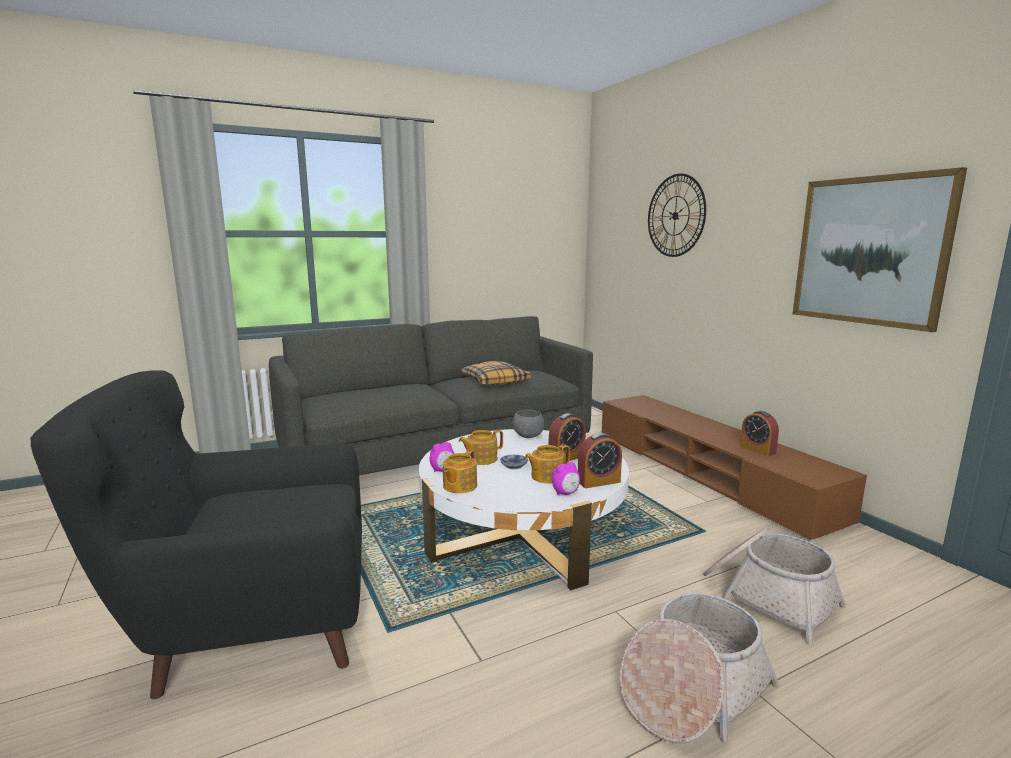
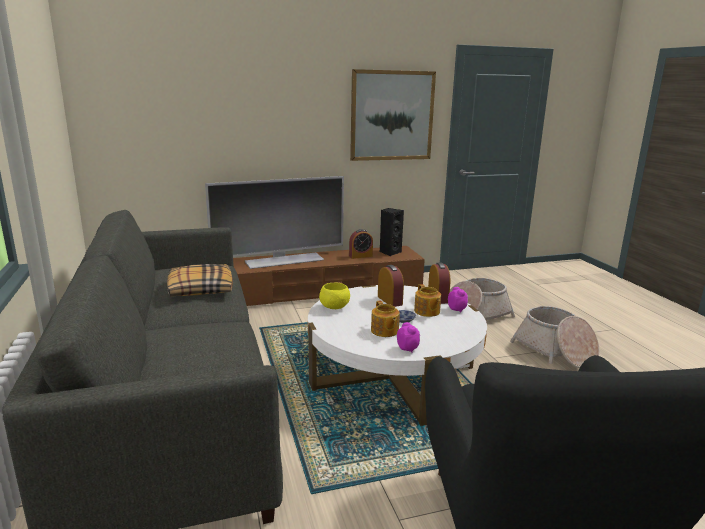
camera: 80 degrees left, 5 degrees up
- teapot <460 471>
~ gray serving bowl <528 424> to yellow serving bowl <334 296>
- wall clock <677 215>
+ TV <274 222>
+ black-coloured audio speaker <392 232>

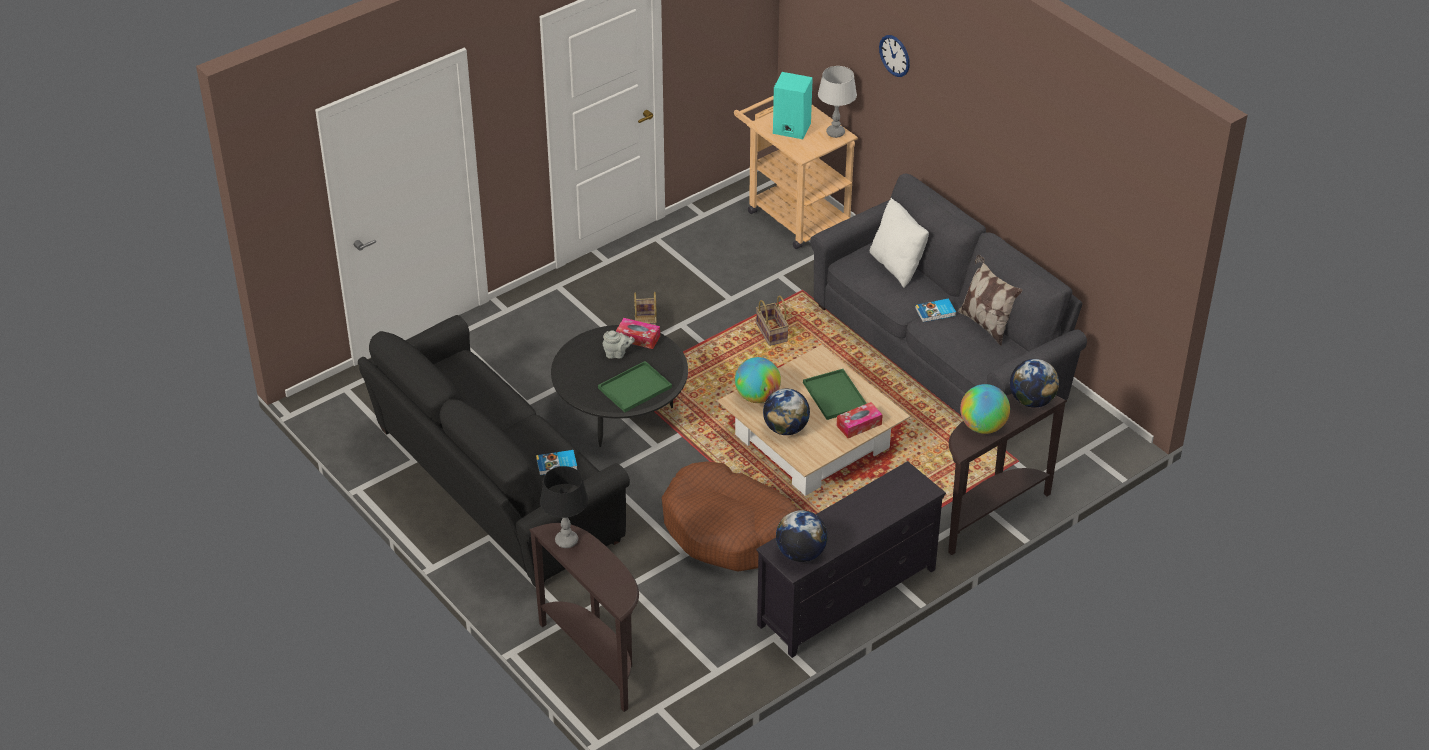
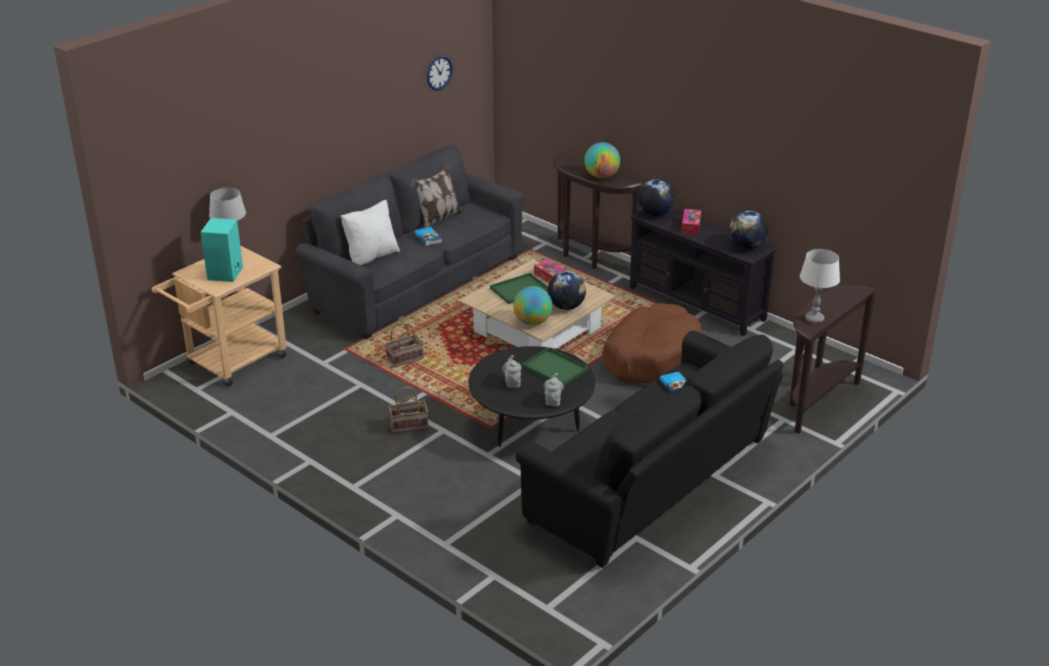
camera: 100 degrees left, 10 degrees down
~ black-coloured tabletop lamp <564 507> to white tabletop lamp <820 286>
~ tissue box <638 333> to <691 222>
~ wall clock <894 56> to <440 73>
~ desk globe <1034 383> to <656 198>
+ gray teapot <554 390>

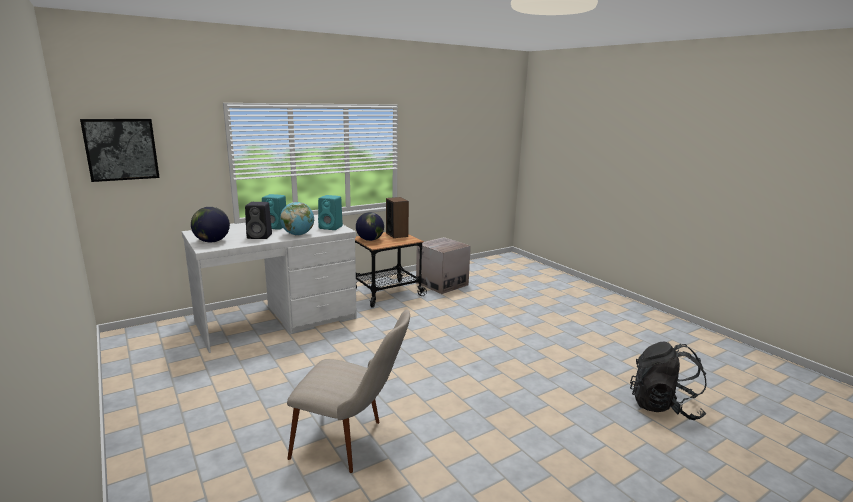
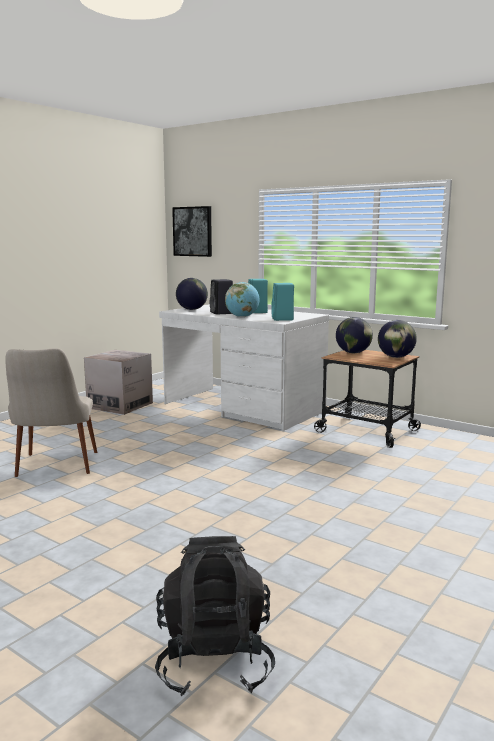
camera: 70 degrees right, 5 degrees down
~ audio speaker <397 217> to desk globe <397 339>
~ carton <443 265> to <118 382>

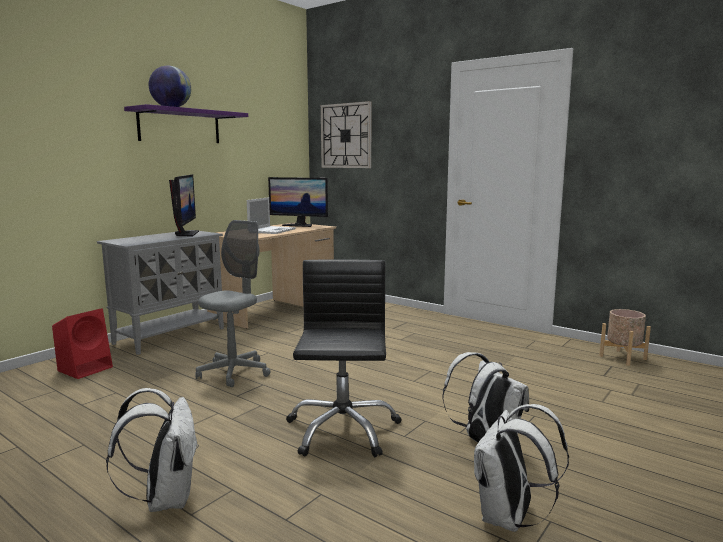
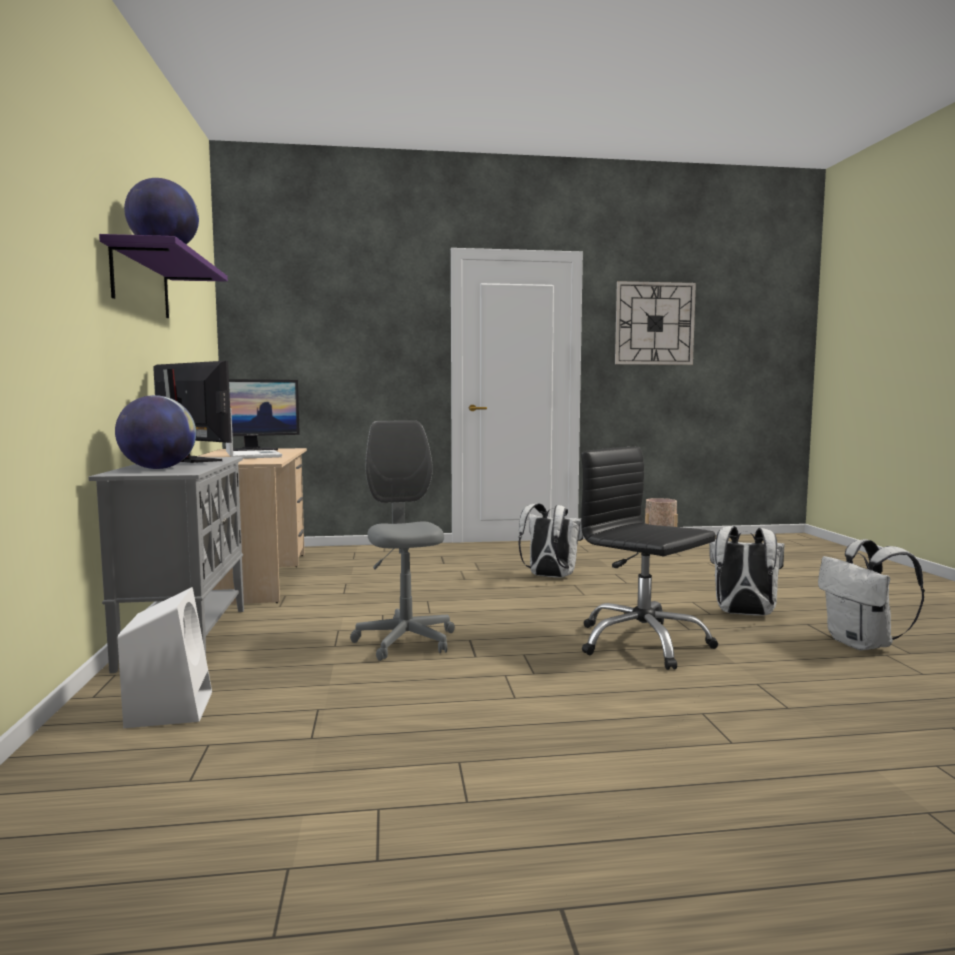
camera: 45 degrees left, 5 degrees down
~ red audio speaker <82 343> to white audio speaker <165 657>
~ white rucksack <152 450> to <551 540>
~ wall clock <346 134> to <655 323>
+ desk globe <155 432>

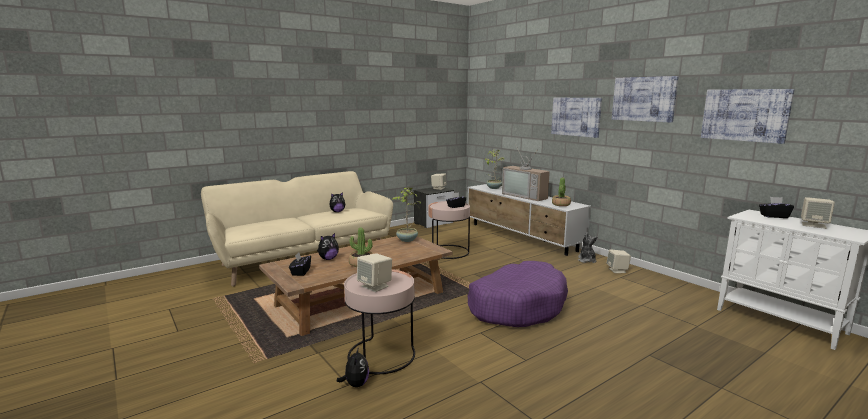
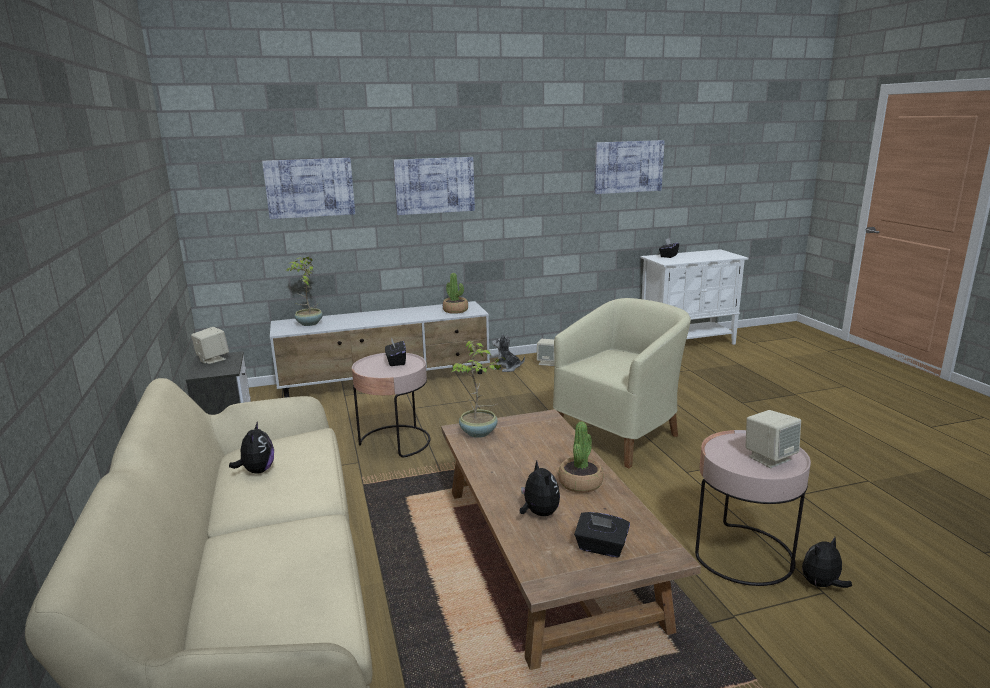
camera: 70 degrees left, 5 degrees up
~ plush toy <353 368> = <827 562> 45 degrees counterclockwise
~ purplish dog cushion <518 294> to beige-coloured armchair <622 383>
- TV <526 172>
~ picture <645 99> to <308 188>
- beige-coloured audio speaker <818 213>

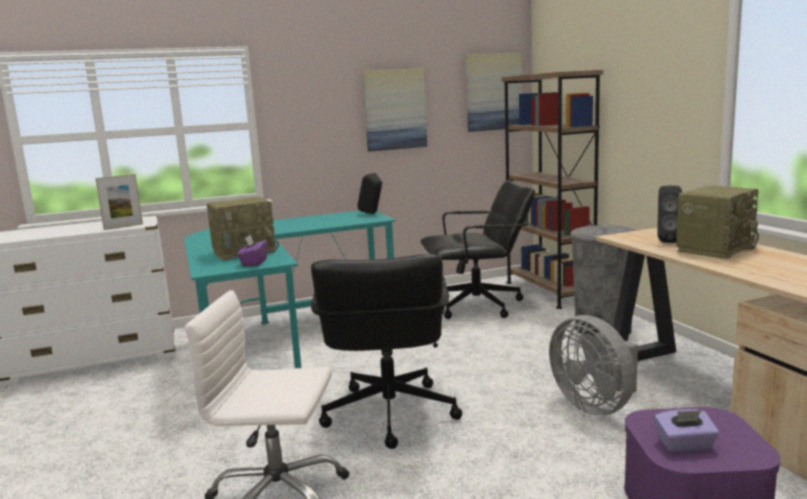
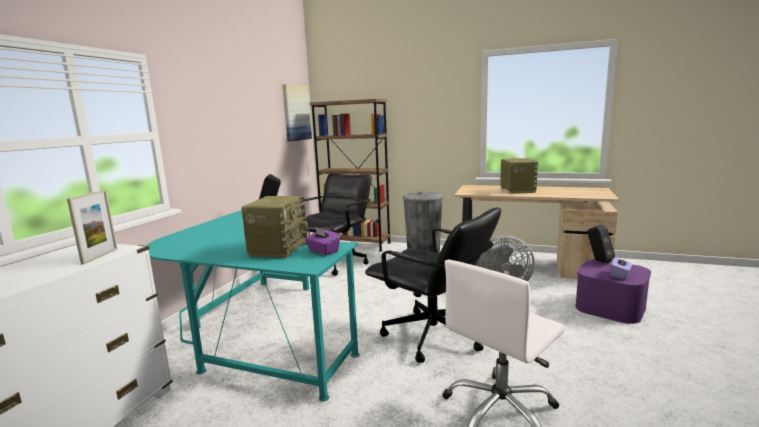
camera: 50 degrees left, 0 degrees up
- picture <395 110>
~ black-coloured audio speaker <669 214> to <601 244>

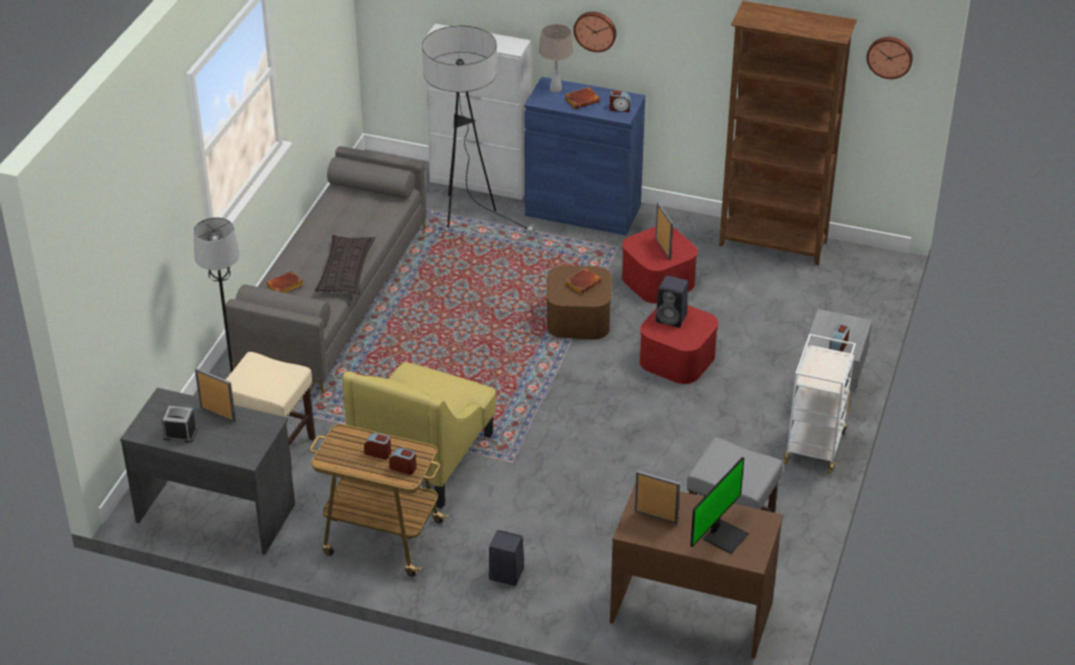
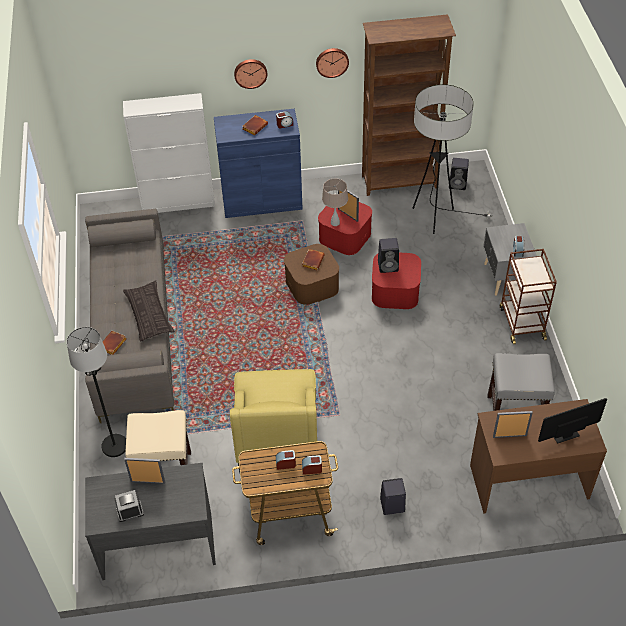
camera: 25 degrees left, 10 degrees up
~ floor lamp <479 130> to <452 159>
~ beige-coloured tabletop lamp <556 58> to <335 202>
~ computer screen <719 505> = <572 421> 120 degrees counterclockwise
~ white wheeled cart <819 404> to brownish wheeled cart <528 296>
~ wall clock <889 58> to <332 63>
+ black-coloured audio speaker <459 174>

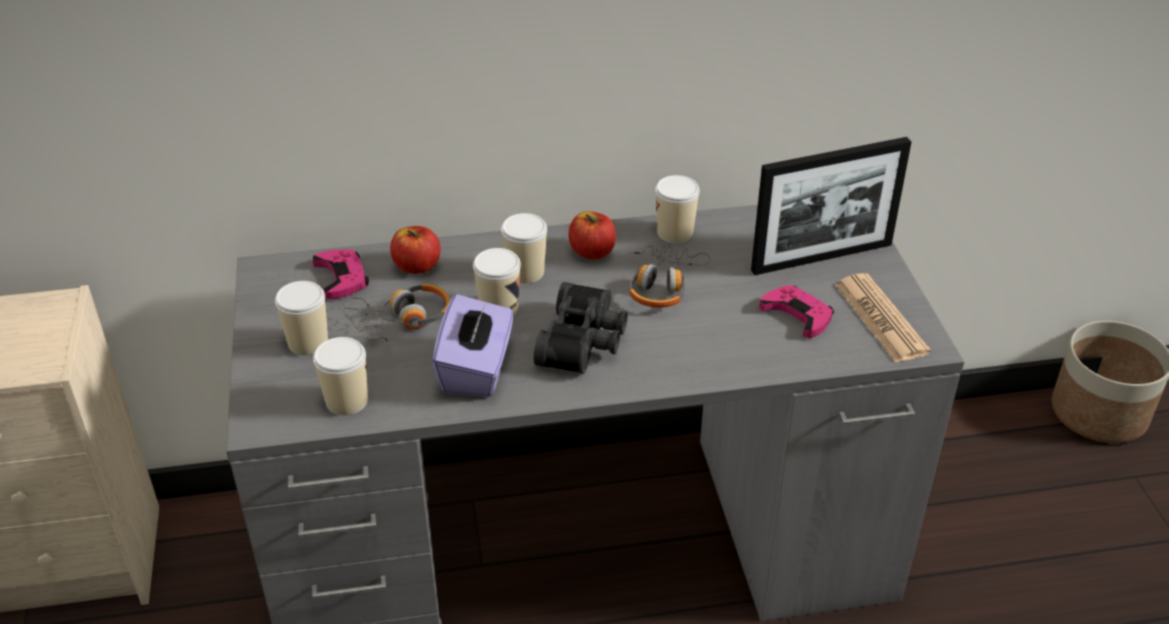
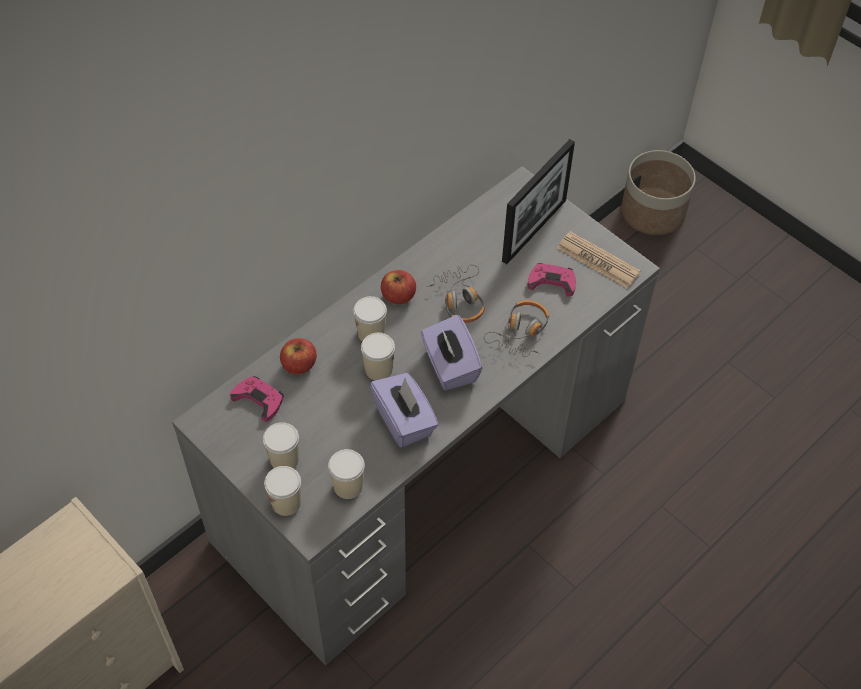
camera: 35 degrees left, 15 degrees up
~ pair of headphones <396 314> to <516 328>
~ black-coloured binoculars <581 328> to purplish tissue box <451 352>
~ cup <677 209> to <282 491>

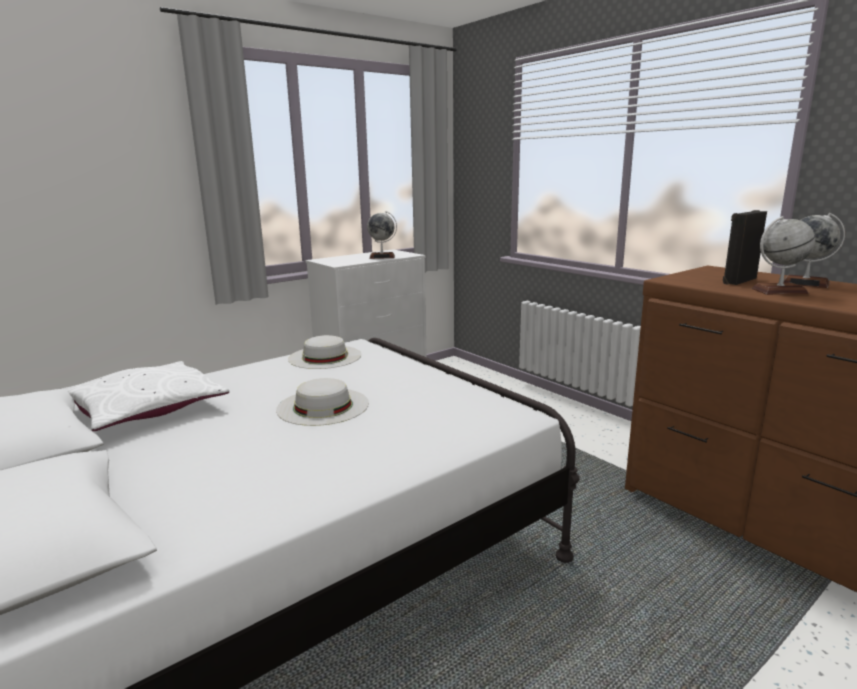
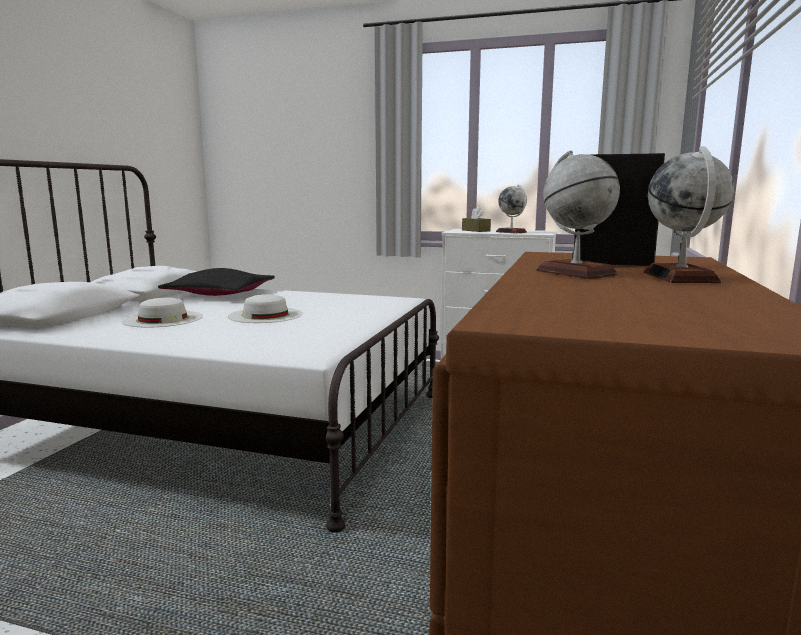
camera: 55 degrees right, 5 degrees down
~ white pillow <145 396> to black-coloured pillow <216 282>
~ white clothing hat <324 352> to <162 313>
+ brownish tissue box <476 219>

